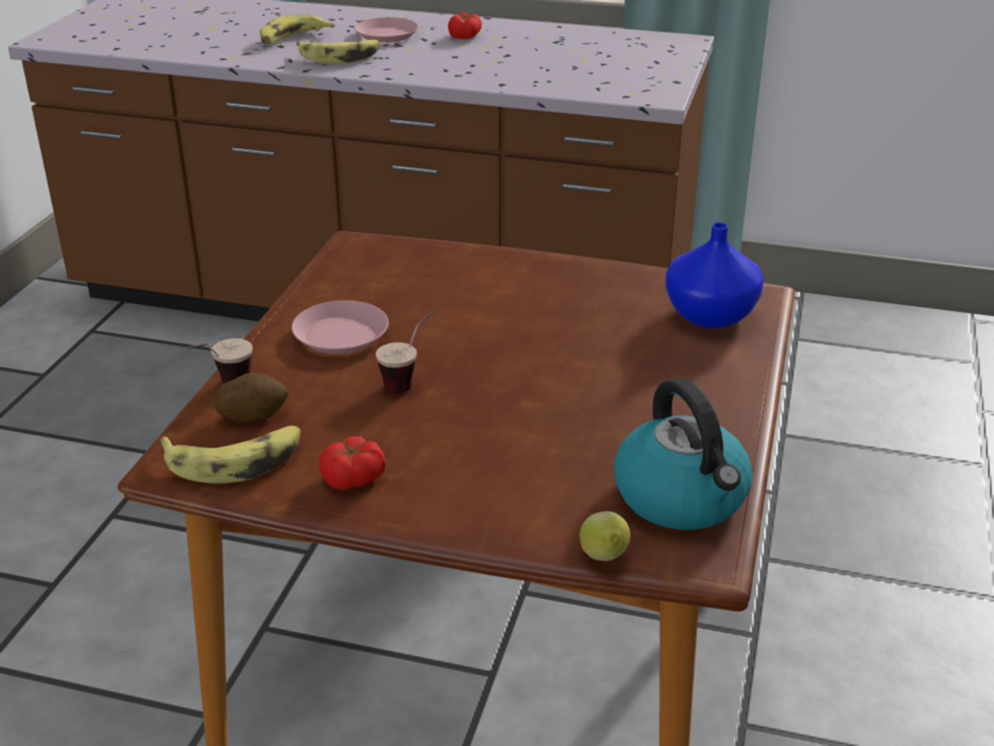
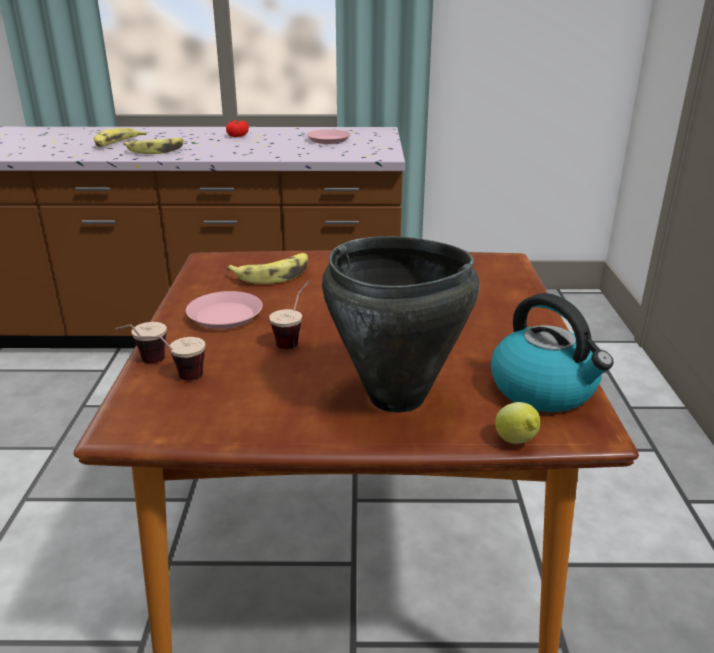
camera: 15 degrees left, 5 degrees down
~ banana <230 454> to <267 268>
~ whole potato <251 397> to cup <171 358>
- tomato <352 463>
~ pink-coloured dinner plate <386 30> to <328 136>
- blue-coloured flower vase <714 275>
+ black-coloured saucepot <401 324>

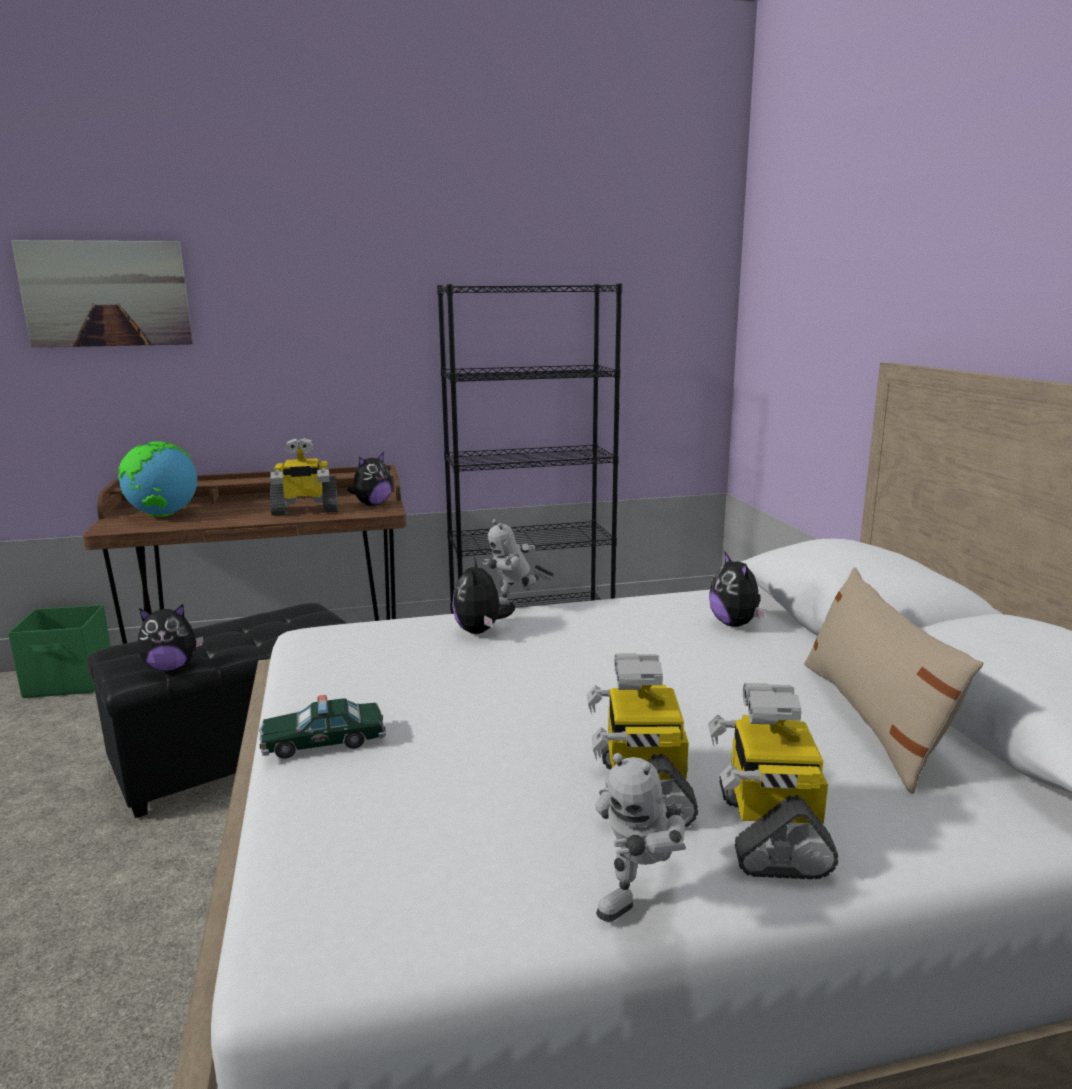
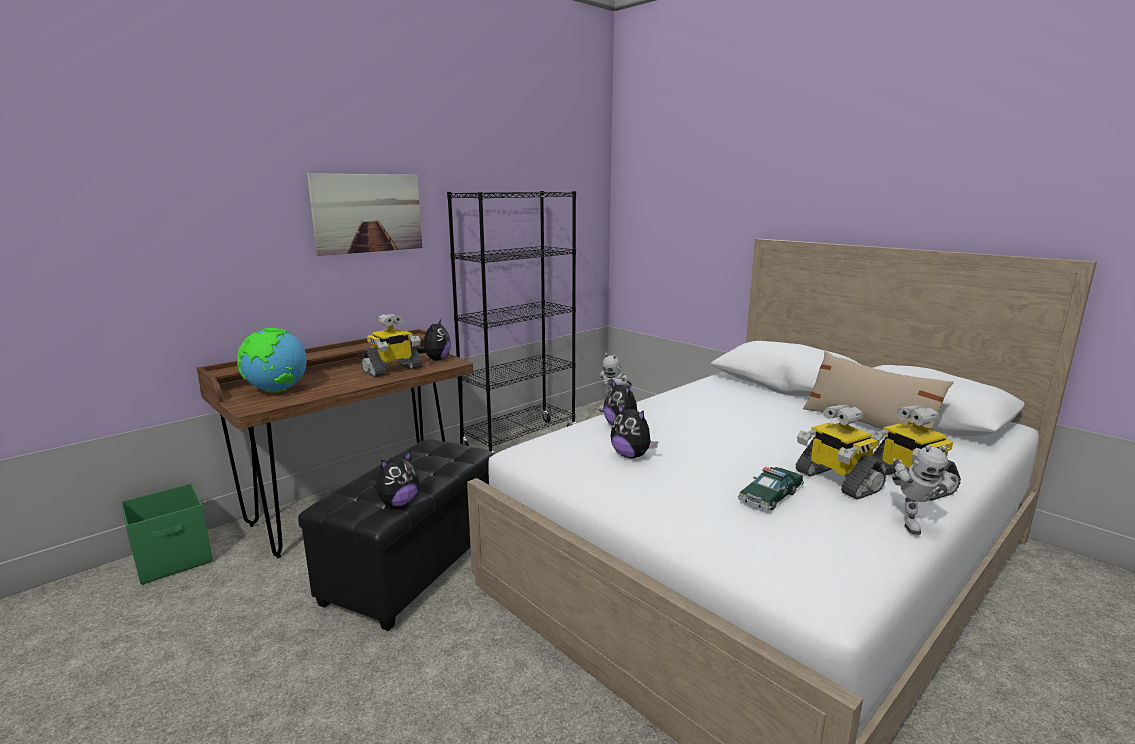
camera: 30 degrees left, 0 degrees up
~ picture <102 294> to <364 214>
~ model car <322 727> to <771 489>
~ plush toy <737 589> to <634 431>

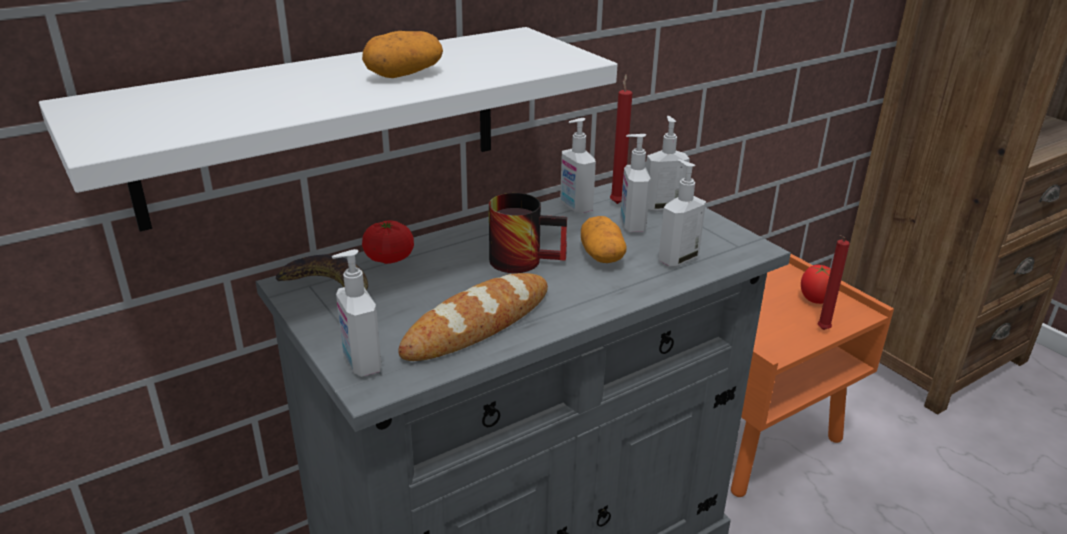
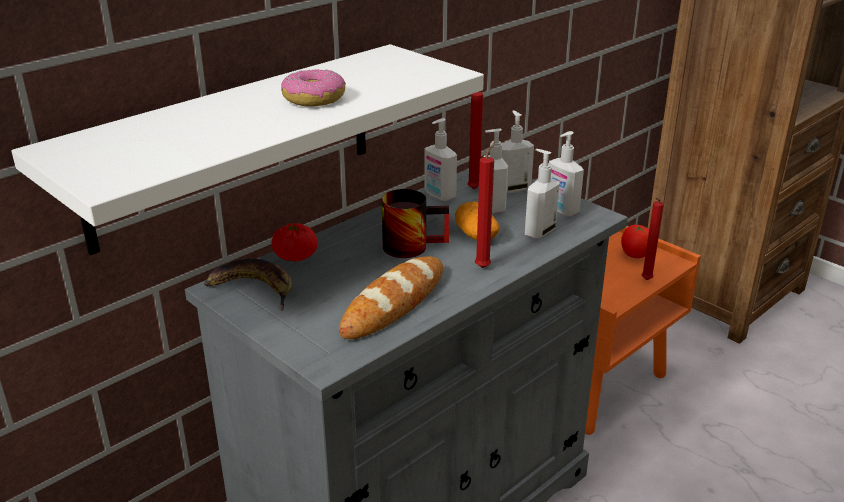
camera: 10 degrees left, 0 degrees up
~ soap bottle <357 313> to <566 174>
~ whole potato <402 54> to donut <313 88>
+ red wax light <485 205>

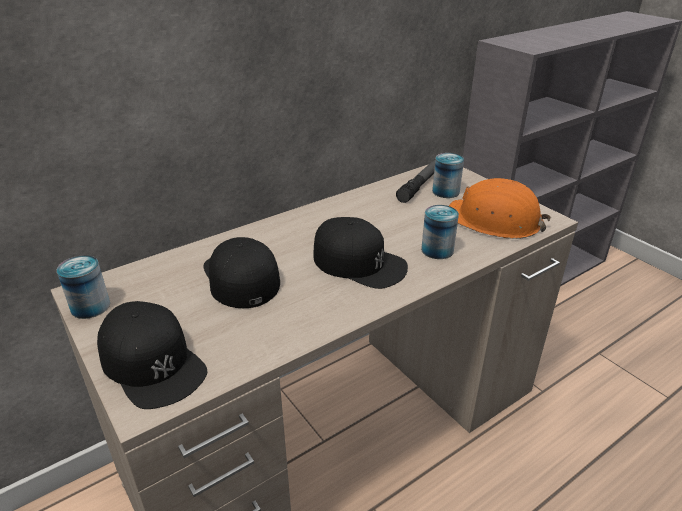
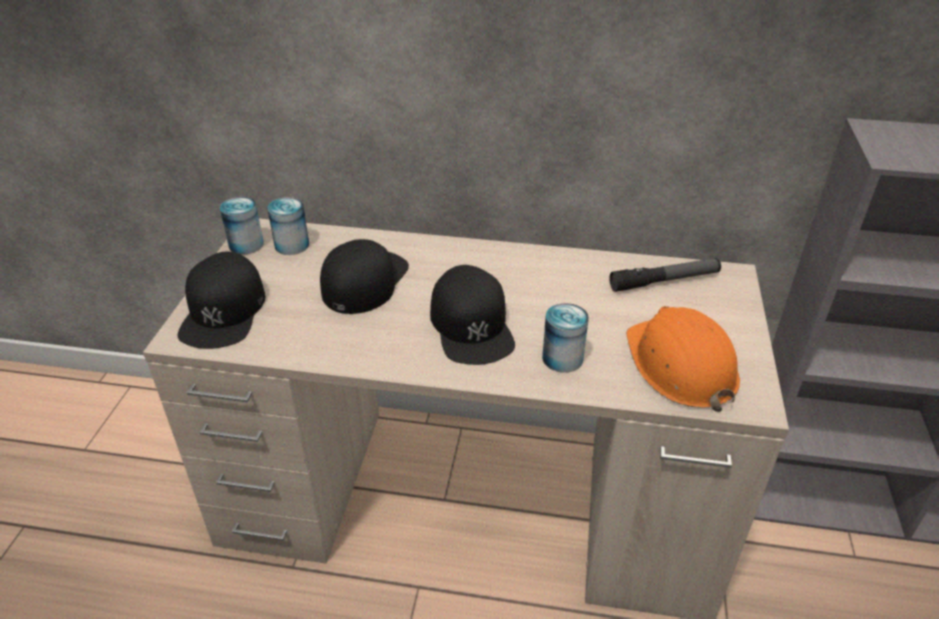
camera: 45 degrees right, 5 degrees up
~ can <448 175> to <288 226>

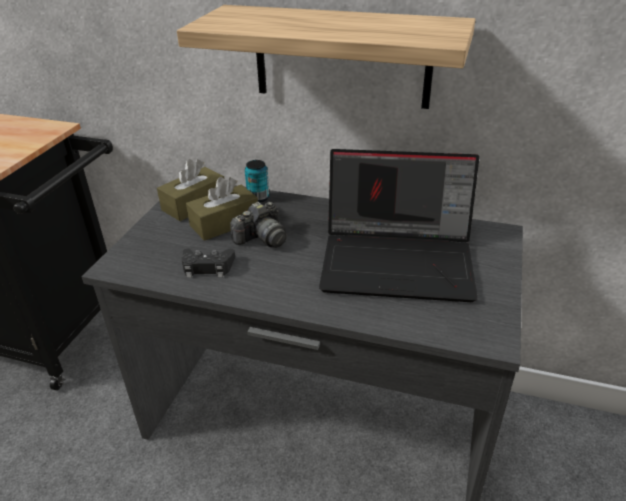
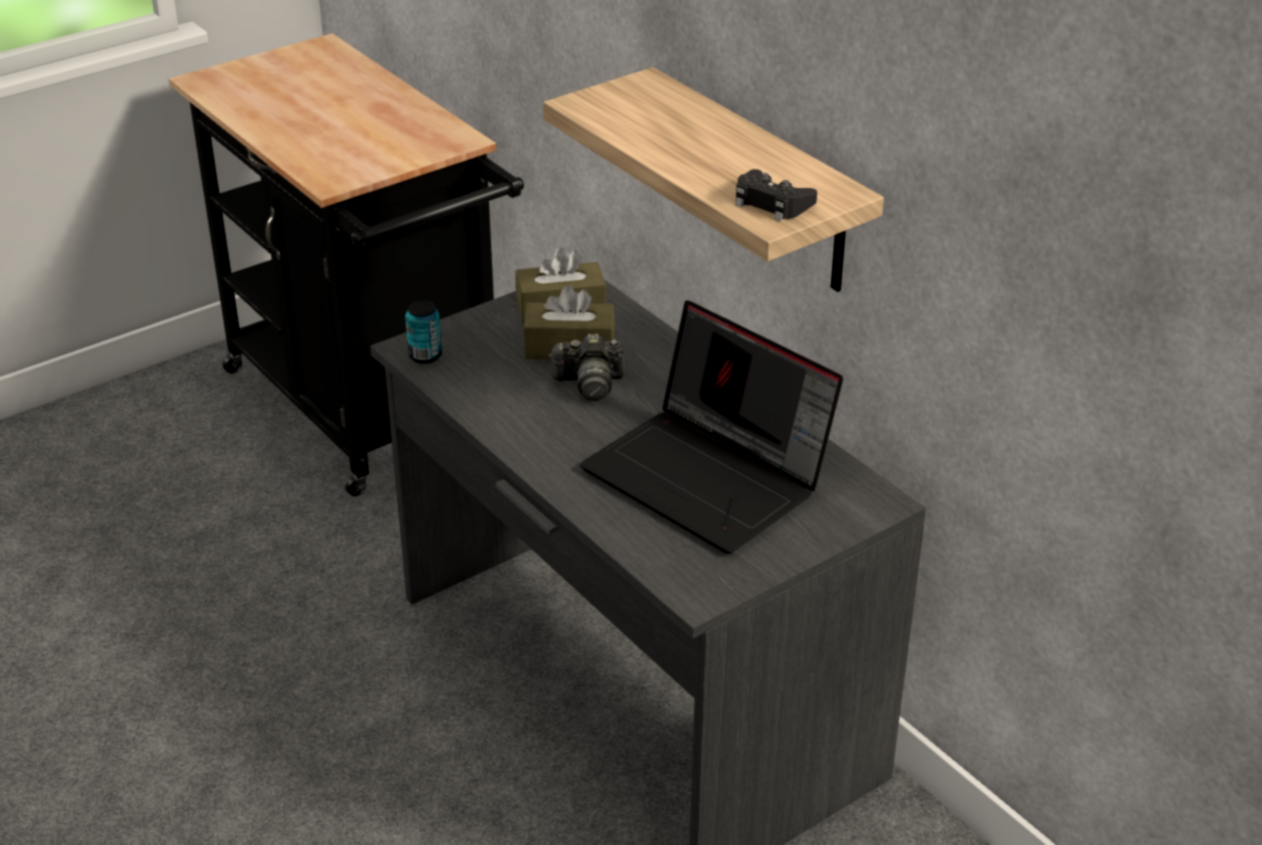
camera: 35 degrees right, 0 degrees up
~ black-coloured joypad <208 263> to <776 195>
~ can <257 181> to <423 332>

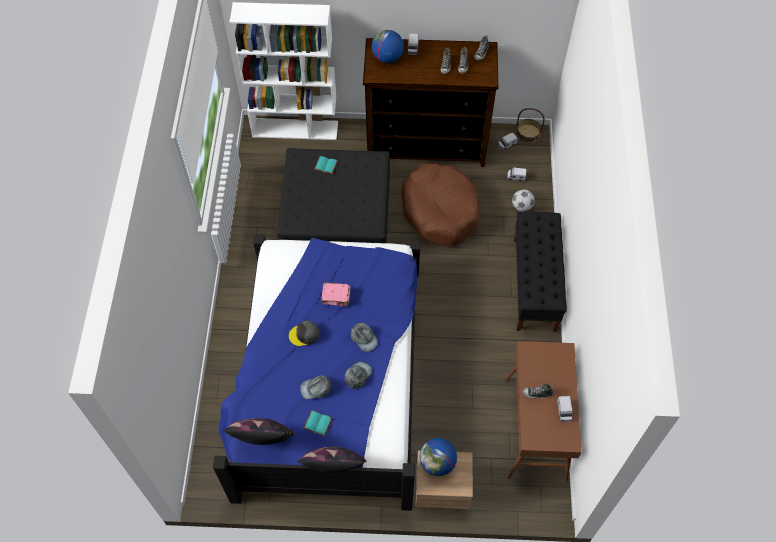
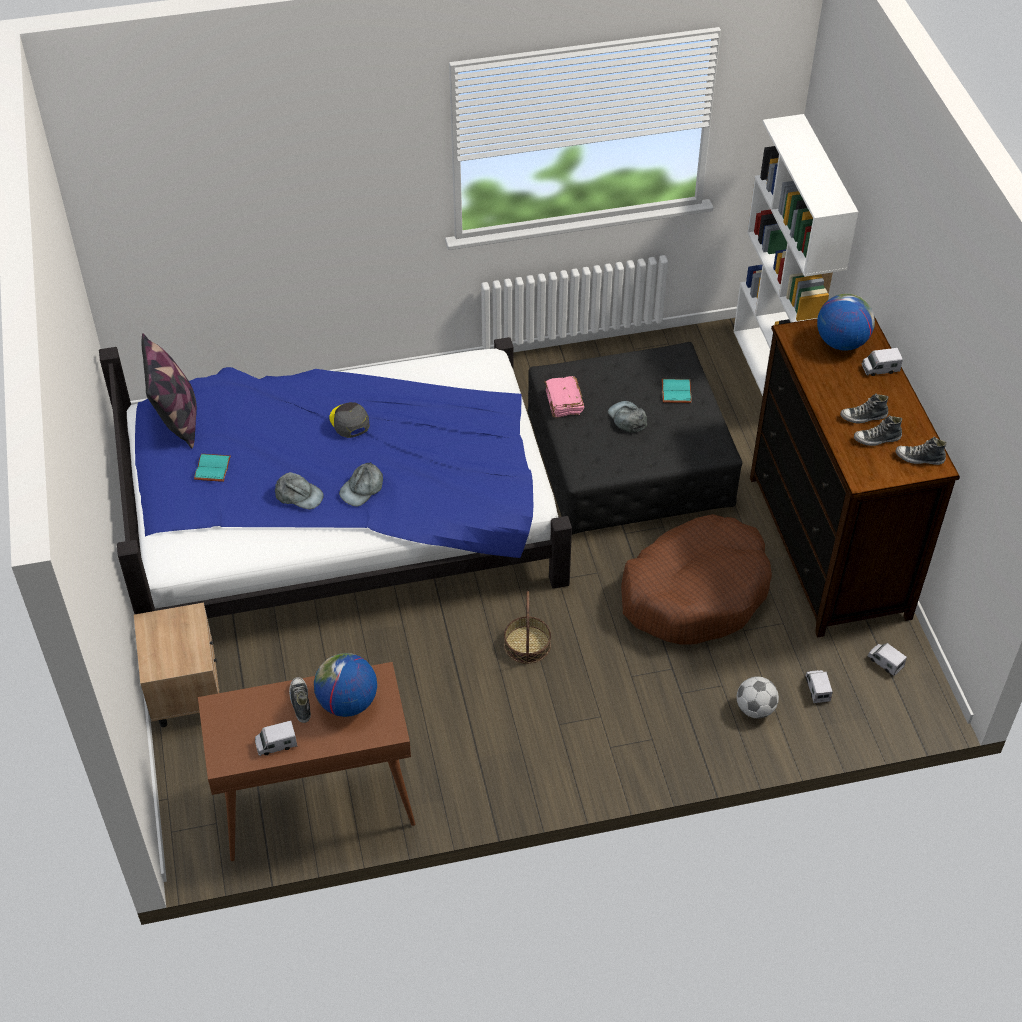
camera: 75 degrees right, 10 degrees down
- pillow <332 459>
~ gray peaked cap <316 387> to <627 417>
~ pink-coloured volume <335 294> to <564 397>
~ desk globe <438 457> to <345 685>
- black-coloured bench <540 272>
~ household basket <530 125> to <527 627>

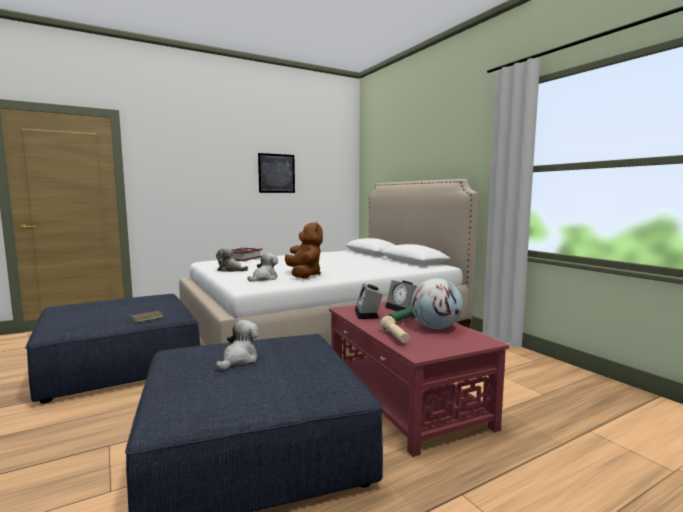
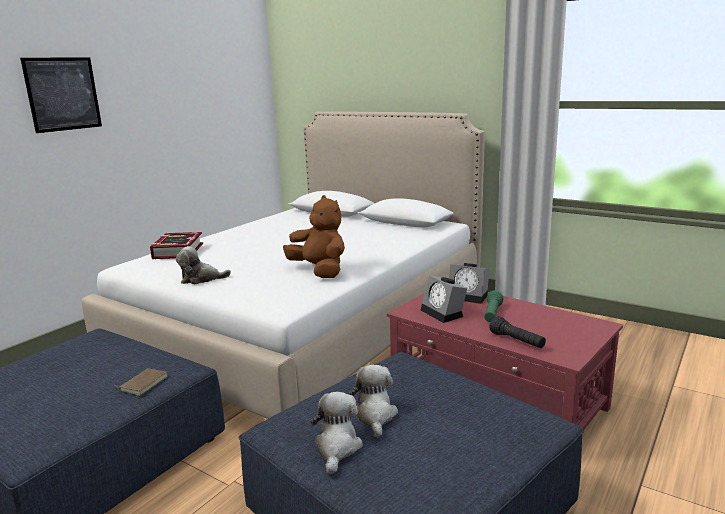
camera: 25 degrees left, 10 degrees up
~ plush toy <263 267> to <336 433>
~ picture <276 173> to <61 95>
~ beige-coloured torch <394 329> to black-coloured torch <517 332>
- desk globe <437 303>

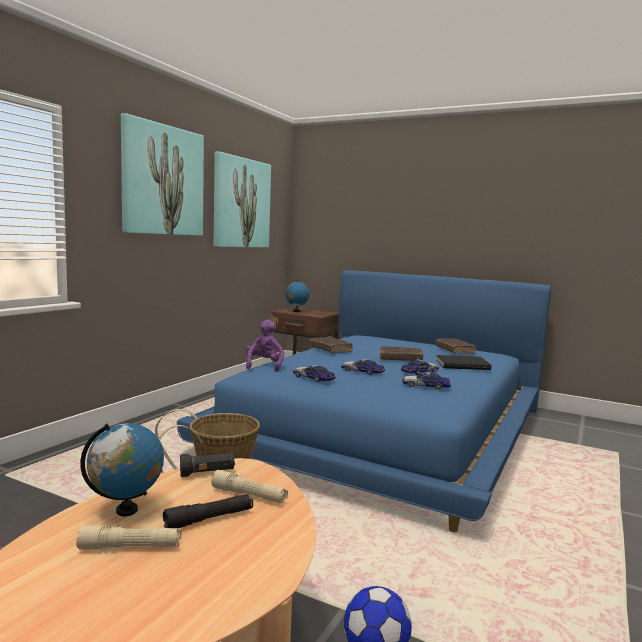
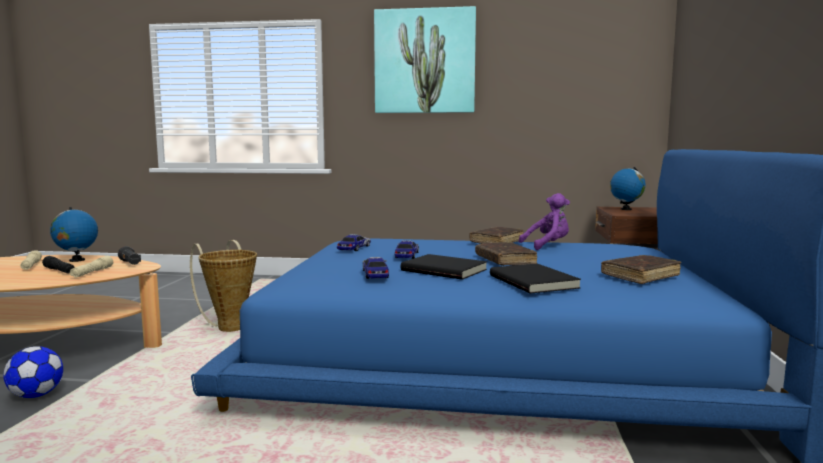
camera: 70 degrees right, 0 degrees up
- picture <242 199>
~ purplish plush toy <264 346> to <544 221>
~ model car <420 367> to black-coloured volume <444 267>

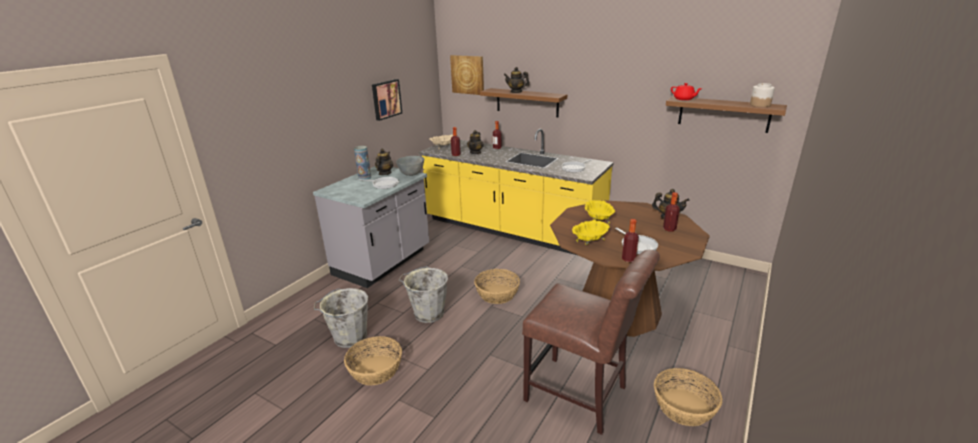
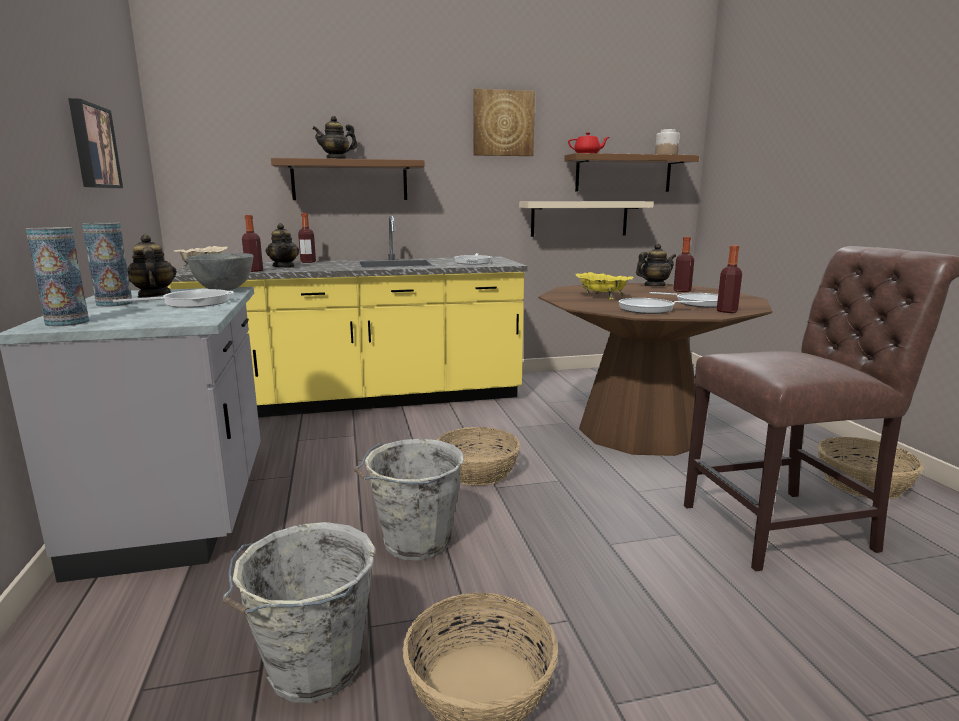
camera: 45 degrees left, 10 degrees down
~ picture <467 75> to <504 122>
~ yellow serving bowl <591 232> to pan <661 306>
+ flower vase <57 277>
+ beige-coloured bracket shelf <586 219>

